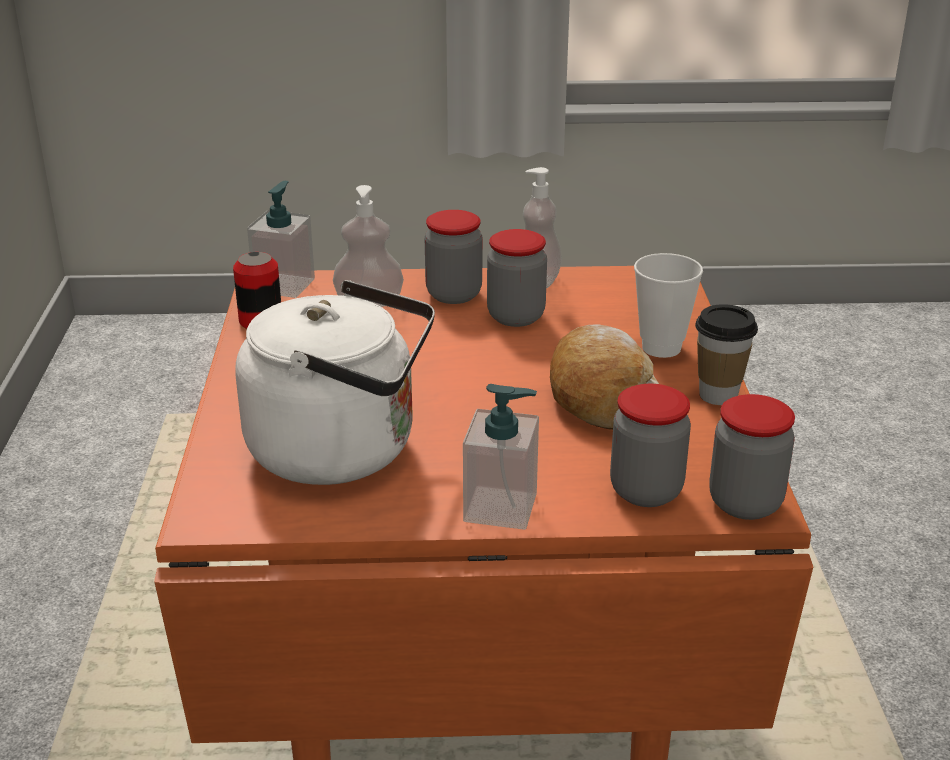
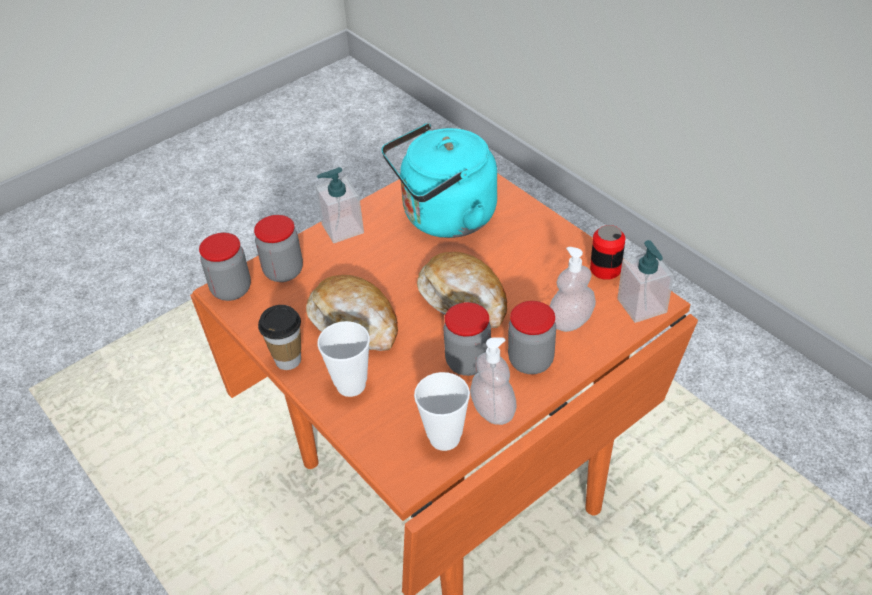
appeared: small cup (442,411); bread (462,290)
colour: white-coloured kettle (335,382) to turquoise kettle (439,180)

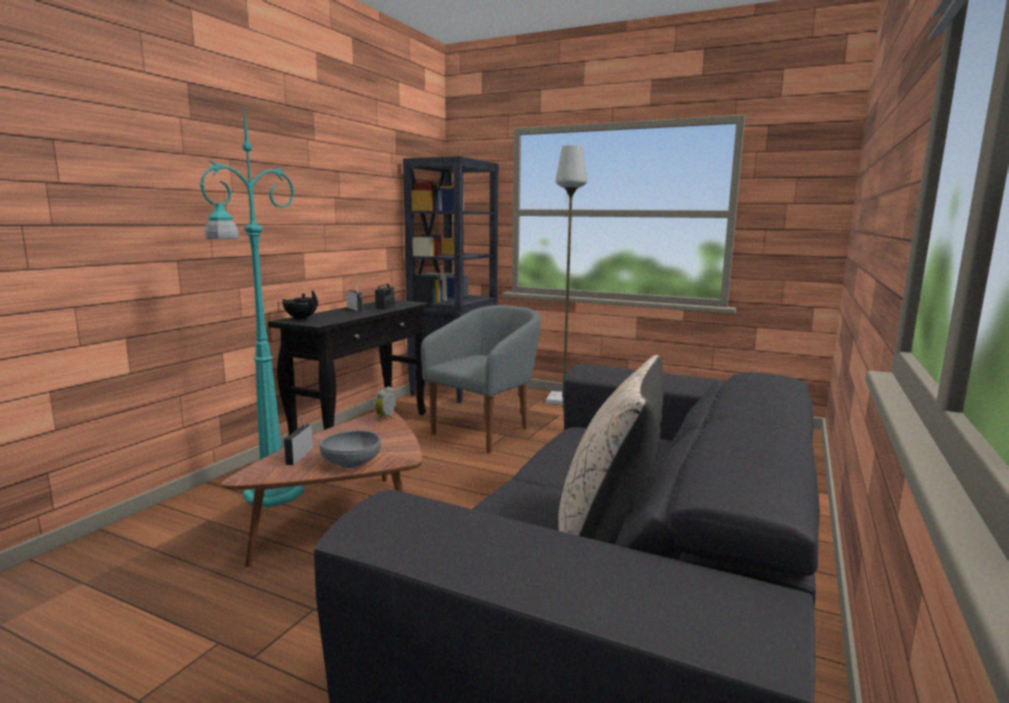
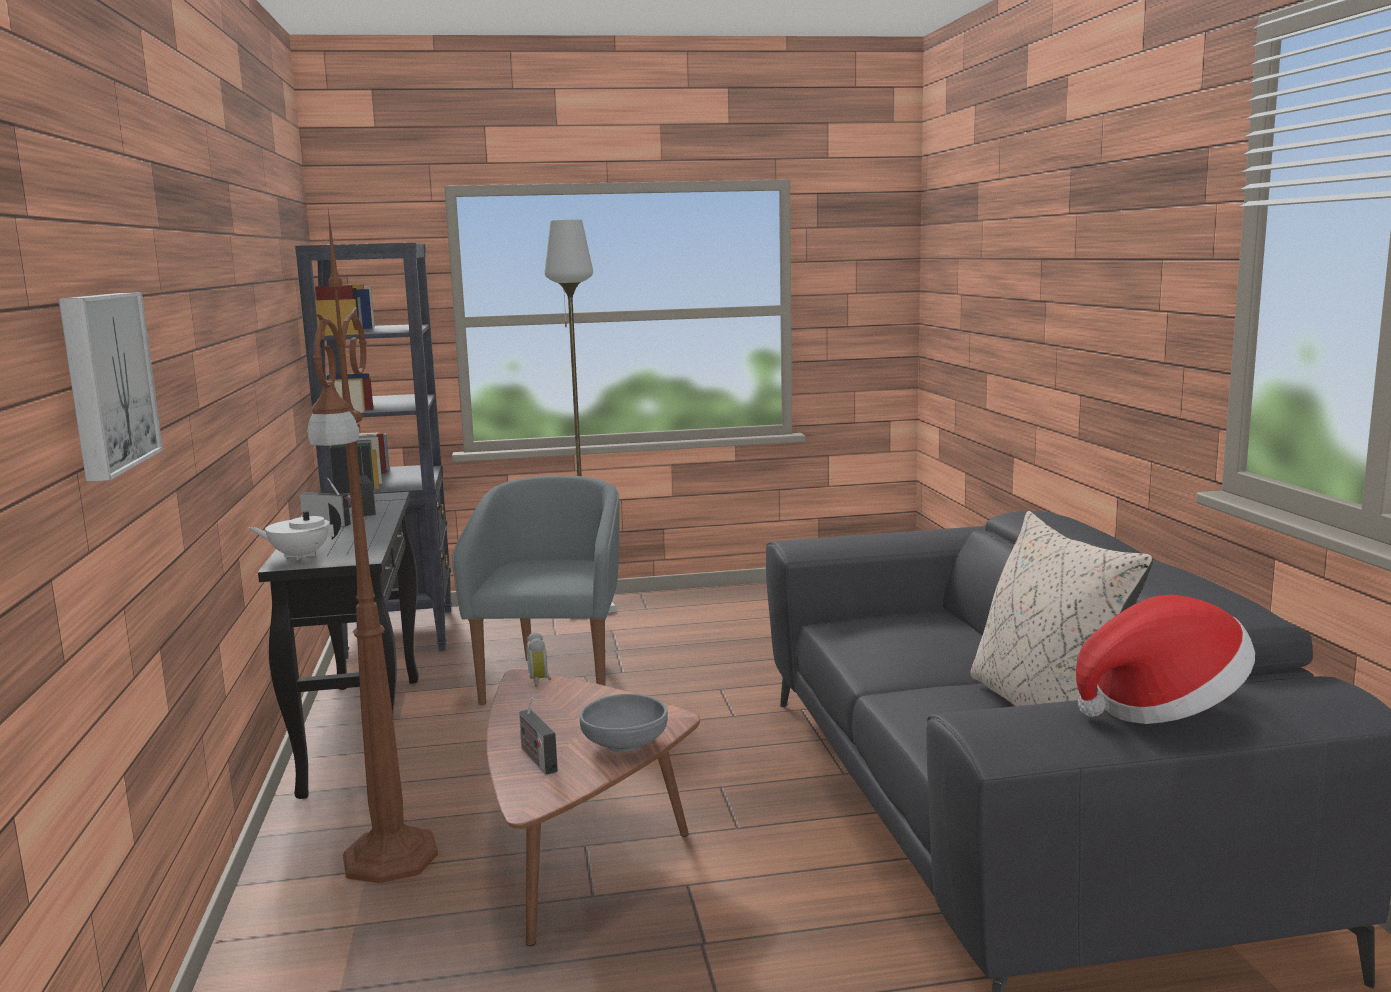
appeared: wall picture (111,387); wearable hat (1165,659)
colour: turquoise standing lamp (252,304) to brown standing lamp (372,546); black-coloured tea pot (300,305) to white-coloured tea pot (295,531)

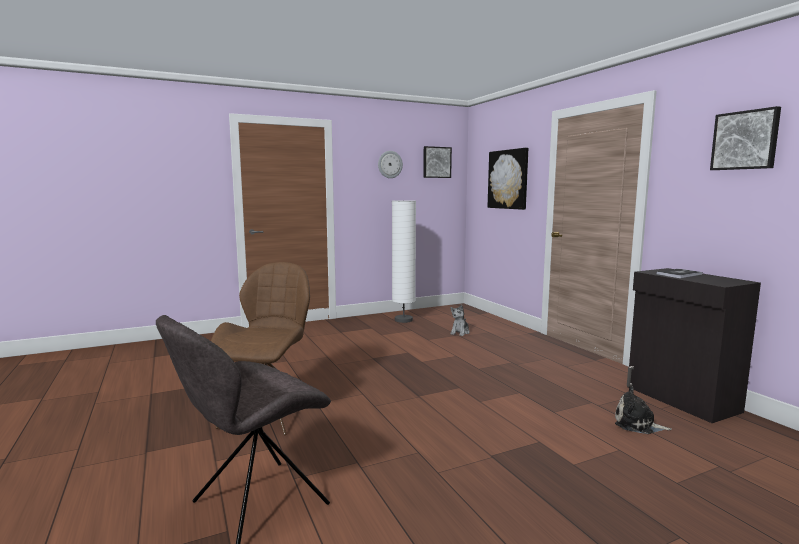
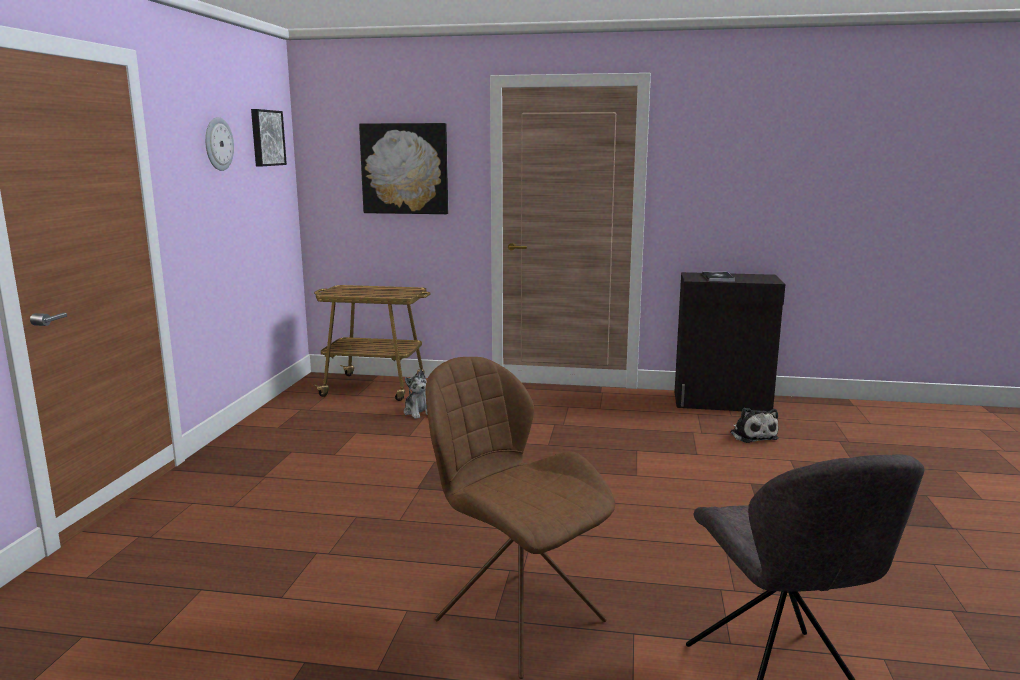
missing: white-coloured standing lamp (404,261); wall picture (745,138)
appeared: cart (372,343)
spun: plush toy (643,410) = (754,425) 75 degrees counterclockwise

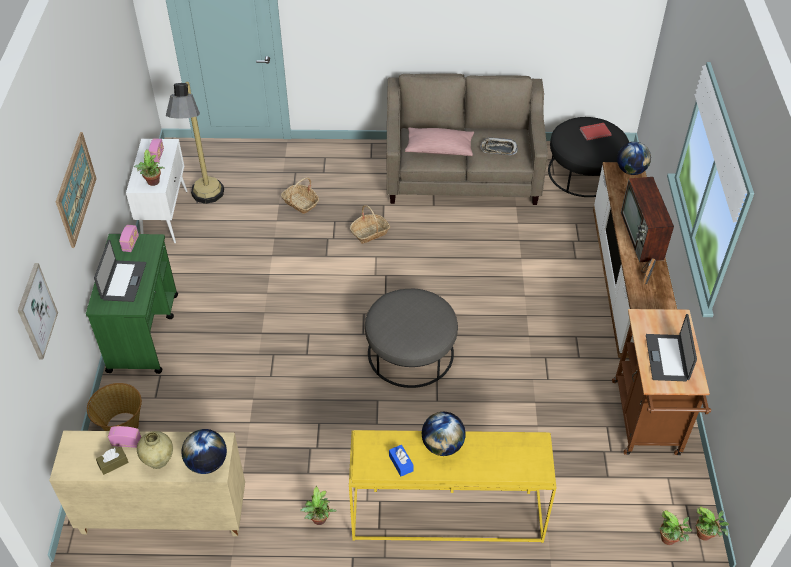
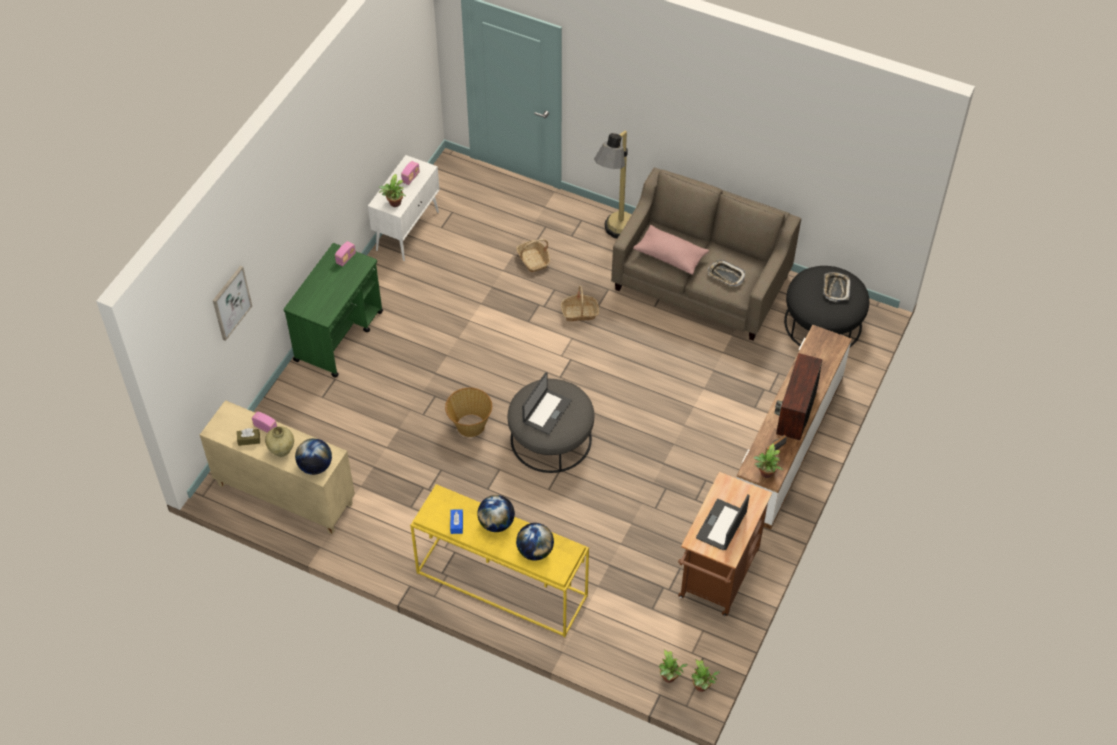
missing: wall picture (76,190)
relocated: storage basket (114,407) to (468,412); laptop (120,270) to (547,403); standing lamp (195,142) to (612,184); potted plant (318,505) to (768,460); globe (634,158) to (535,542)
exchanged: reddish book (595,132) to tray (837,287)

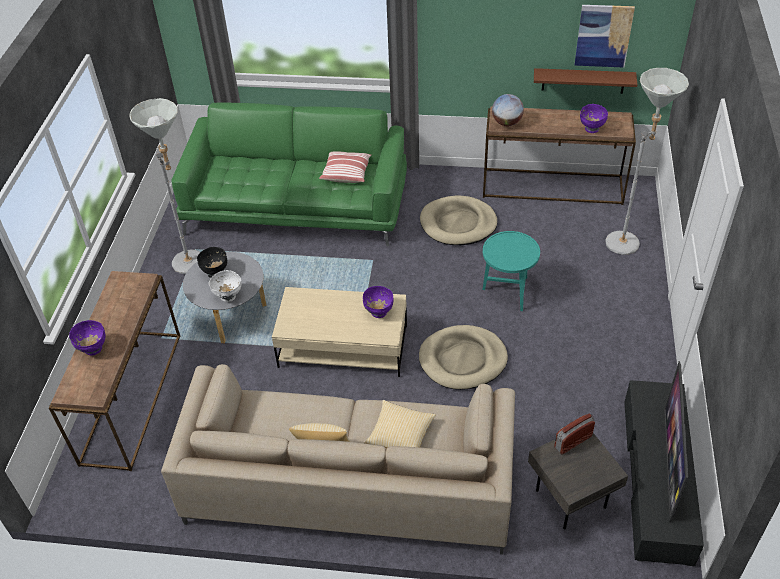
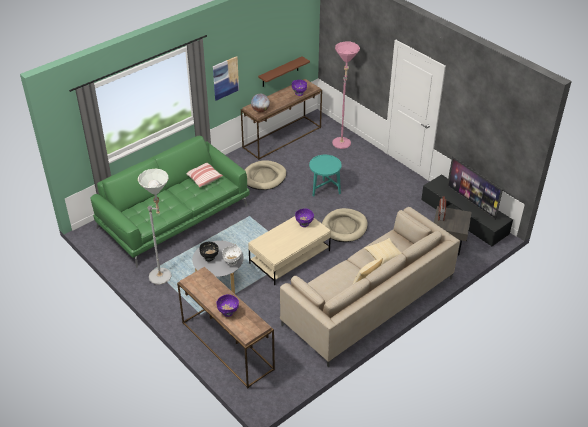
relocated: wall picture (605,36) to (226,78)
colour: grey standing lamp (647,161) to pink standing lamp (346,95)

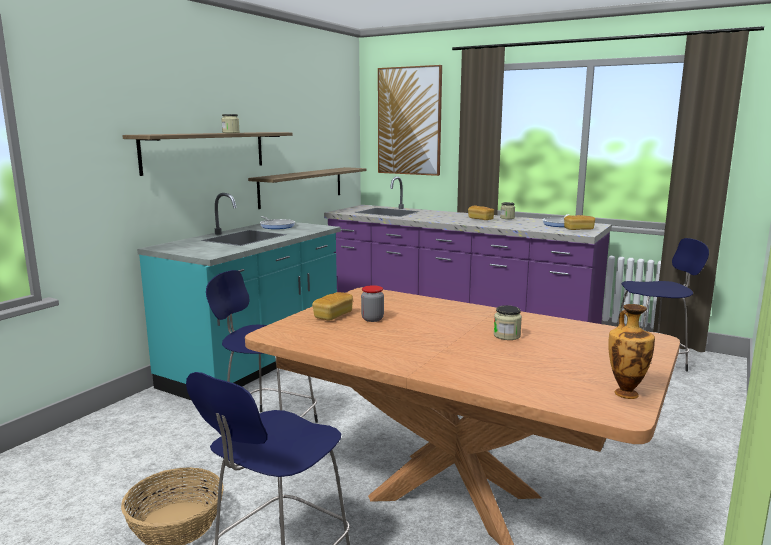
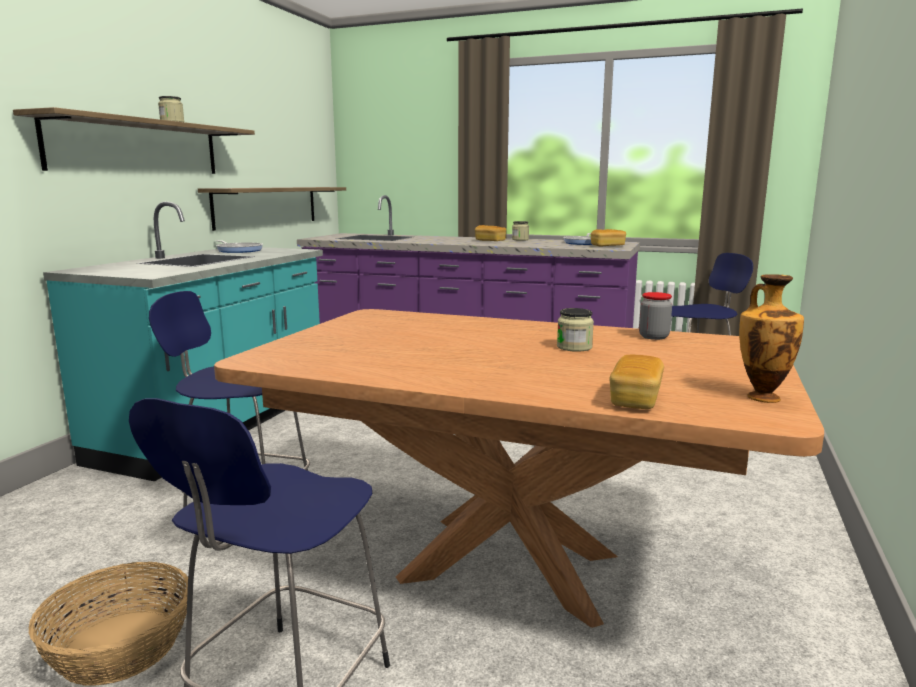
missing: wall picture (410,120)
relocated: bread (332,306) to (636,382); storage jar (372,303) to (655,316)

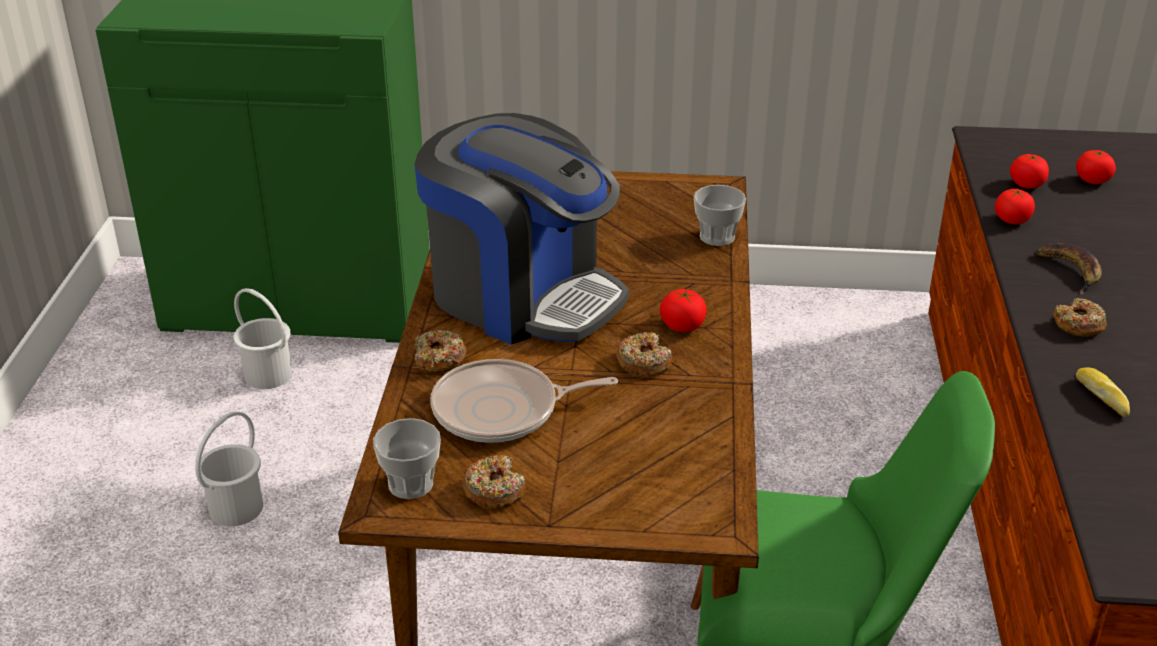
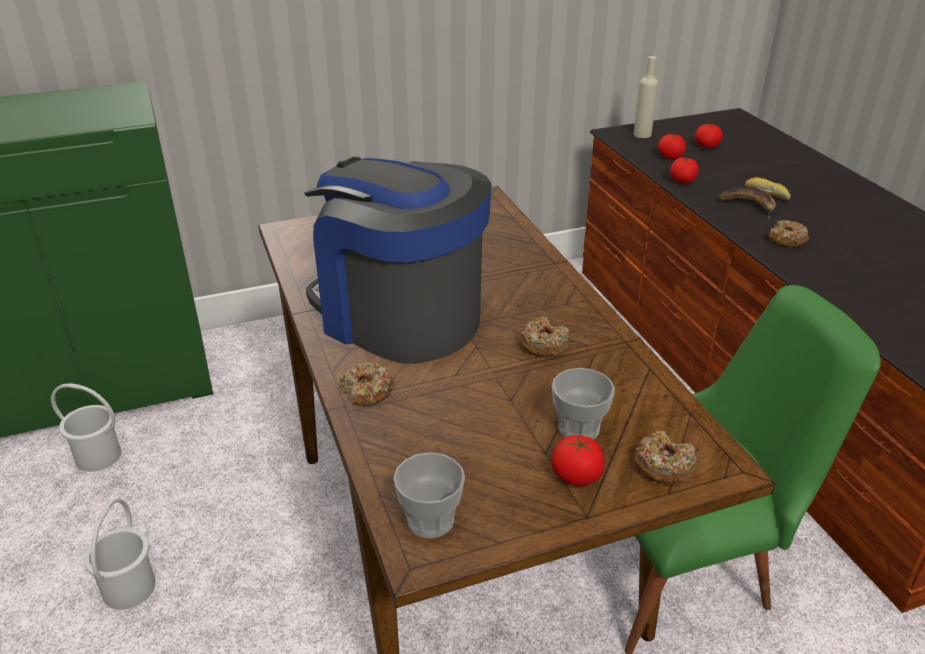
missing: pan (524,401)
appeared: sand-coloured beverage bottle (646,97)
relocated: doughnut (494,482) to (665,458); whole tomato (683,310) to (578,460); small cup (720,215) to (583,403); bread (1103,392) to (768,189)
spun: coffee machine (521,229) = (398,260) 150 degrees counterclockwise

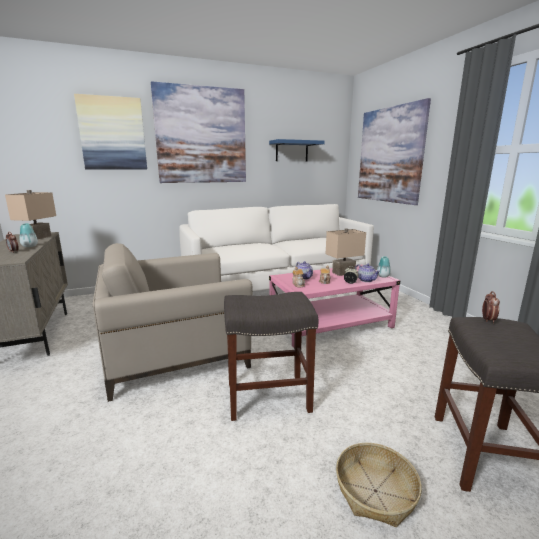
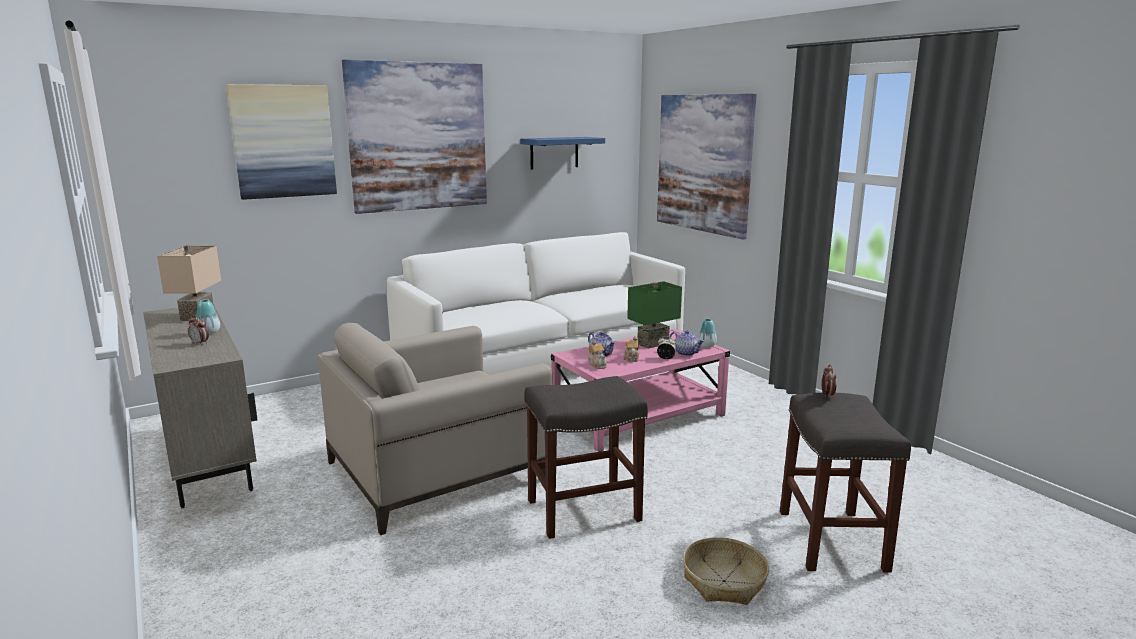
colour: sand-coloured table lamp (346,252) to greenish table lamp (654,315)

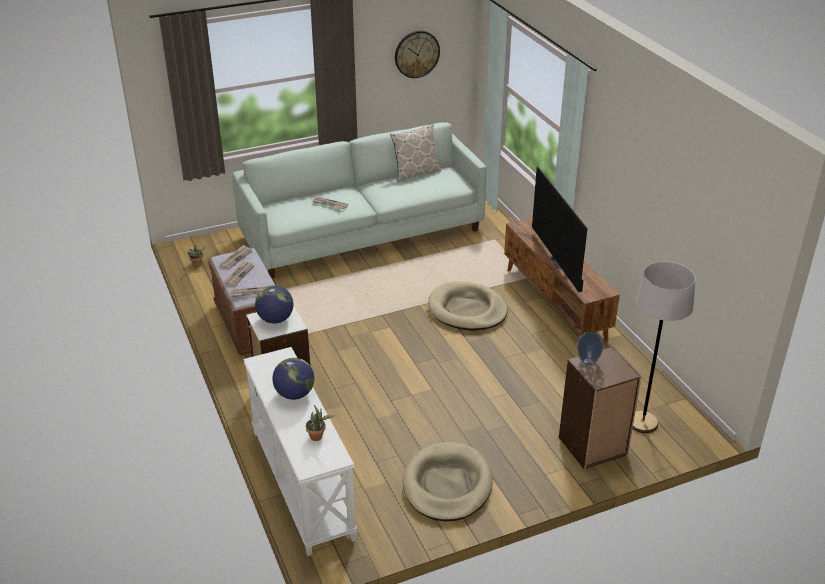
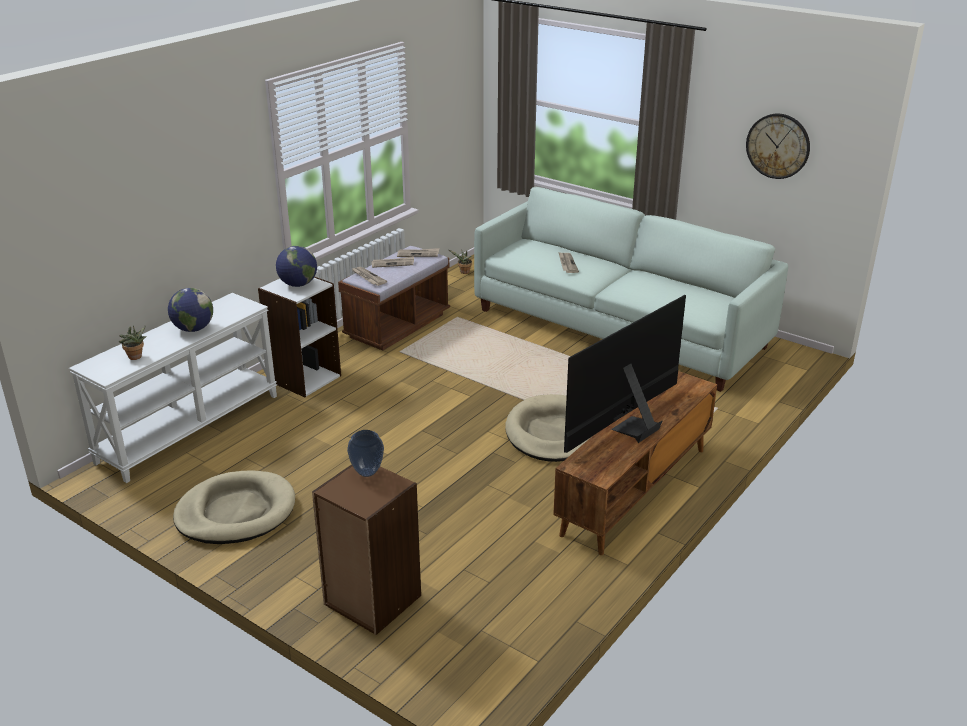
missing: pillow (415,153); grey standing lamp (664,347)

